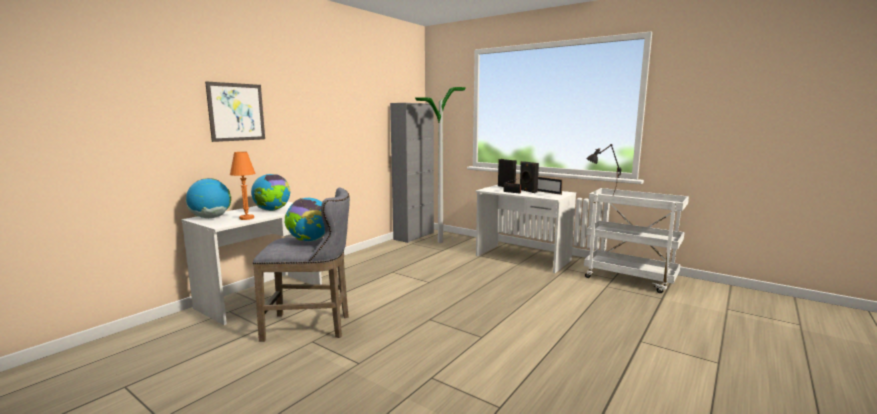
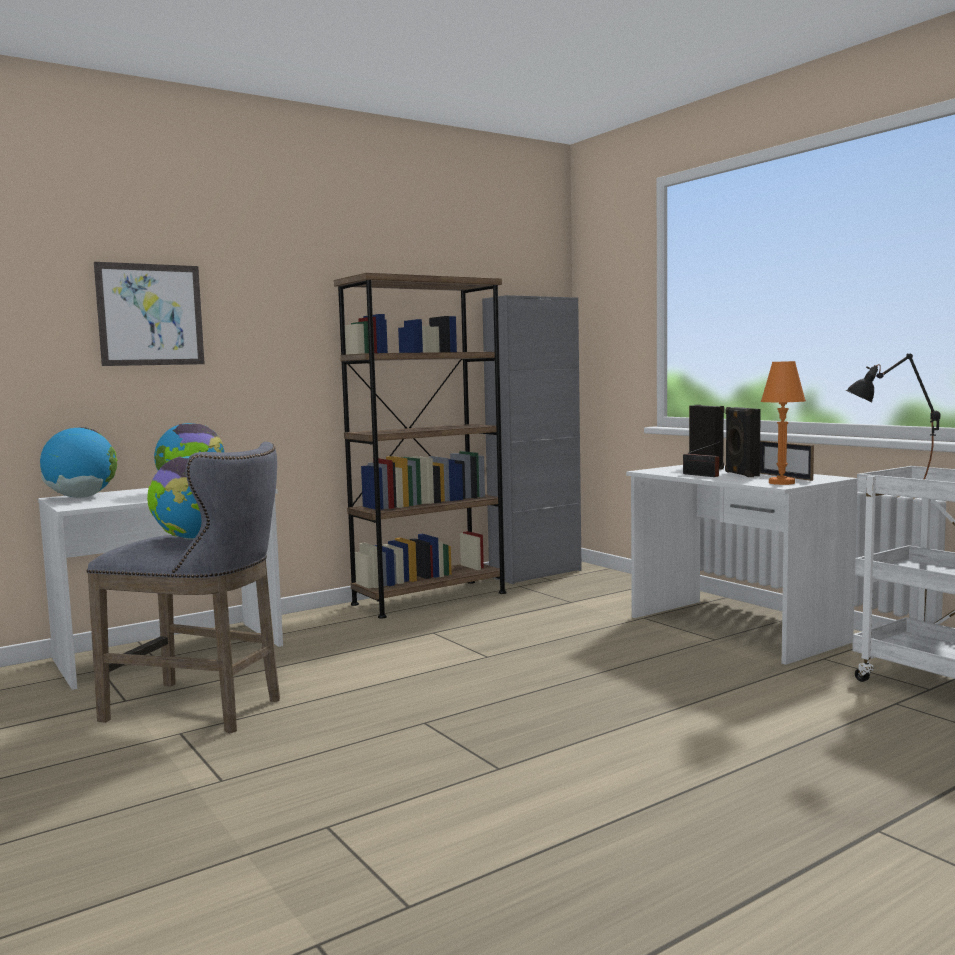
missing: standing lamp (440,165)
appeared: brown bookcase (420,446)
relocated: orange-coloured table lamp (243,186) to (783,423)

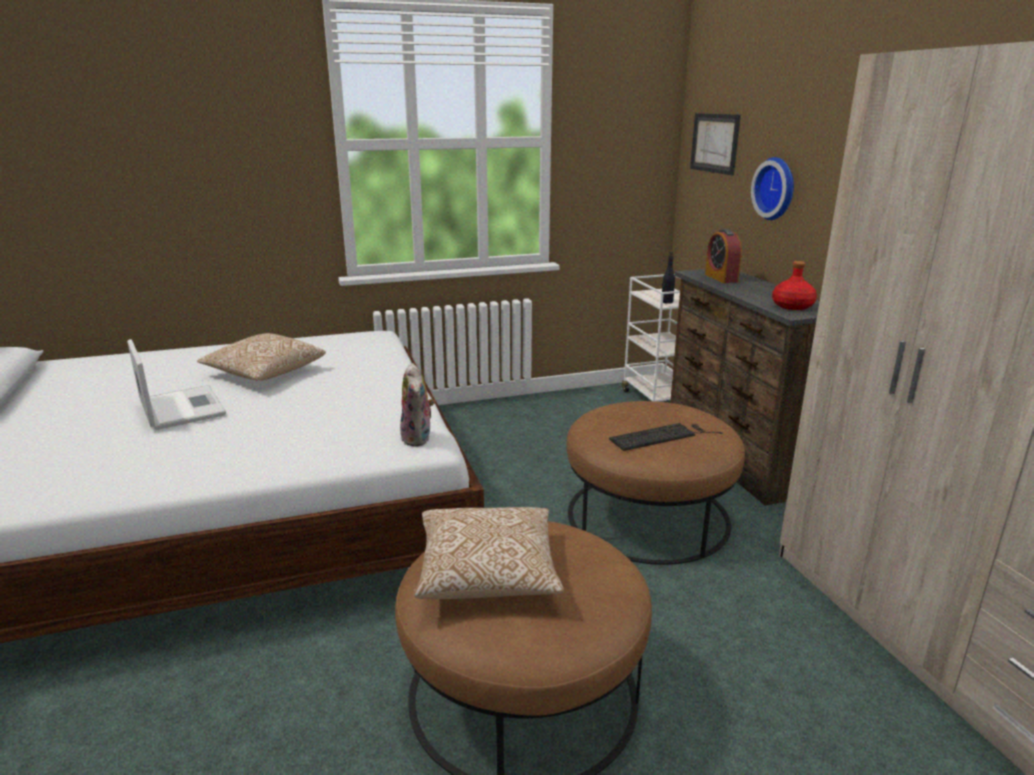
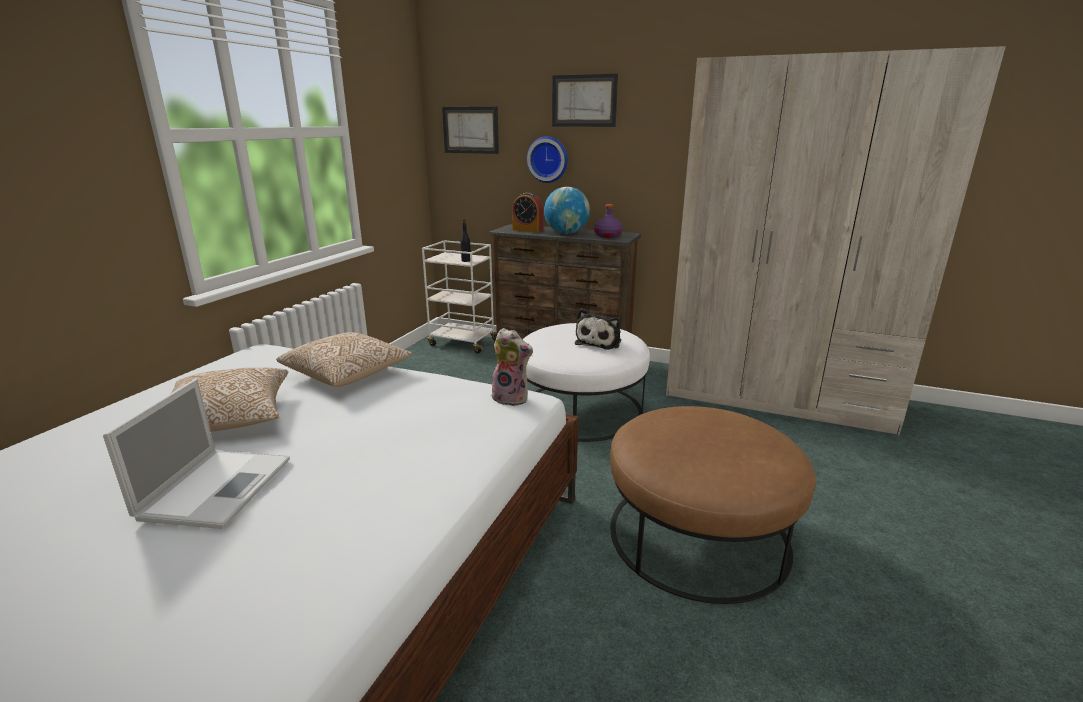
appeared: globe (567,210); wall picture (585,100)
relocated: pillow (488,553) to (344,359)
exchanged: computer keyboard (666,437) to plush toy (598,329)
colour: brown footrest (655,483) to white-coloured footrest (586,382); reddish beverage bottle (794,285) to purplish beverage bottle (608,221)
spun: laptop (176,384) = (196,454) 90 degrees clockwise

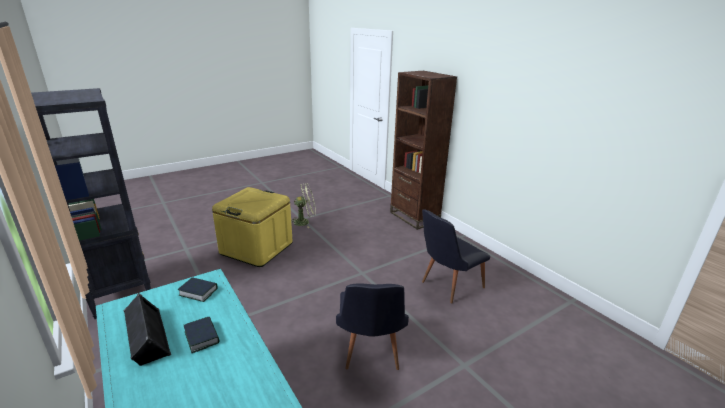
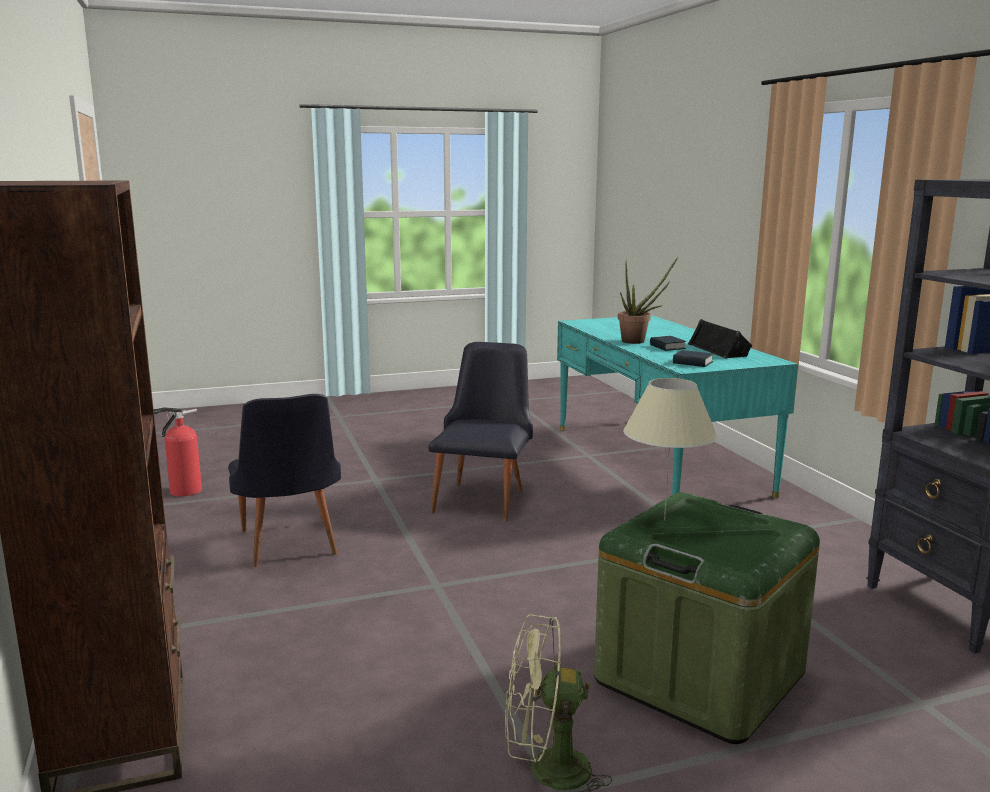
appeared: fire extinguisher (178,451); potted plant (648,300); sand-coloured table lamp (670,449)
colour: yellowish storage box (252,227) to greenish storage box (707,618)
spun: black-coloured plain chair (456,256) = (284,480) 90 degrees clockwise

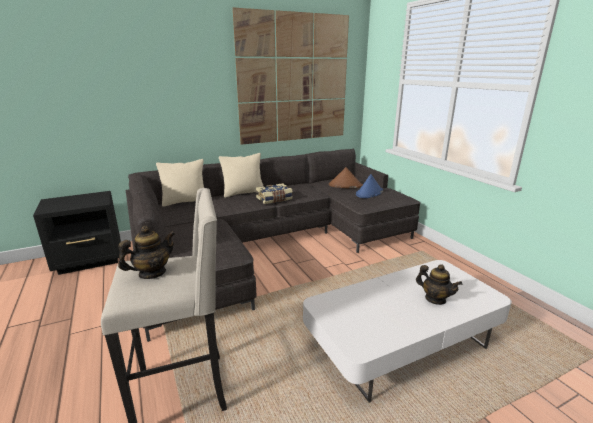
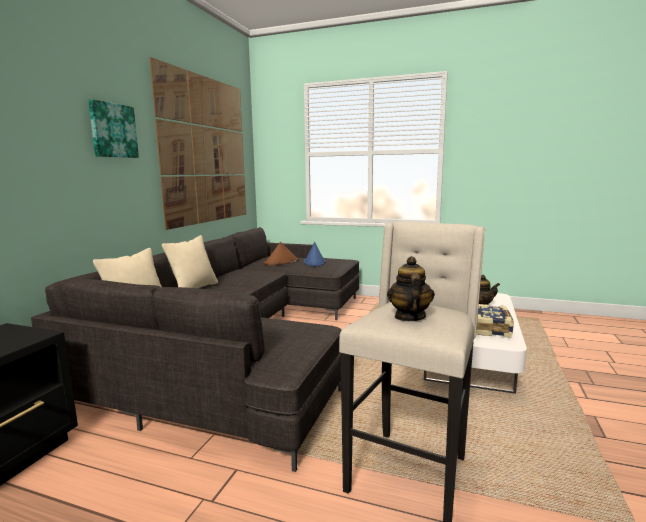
appeared: wall picture (113,128)
relocated: book (274,193) to (495,321)

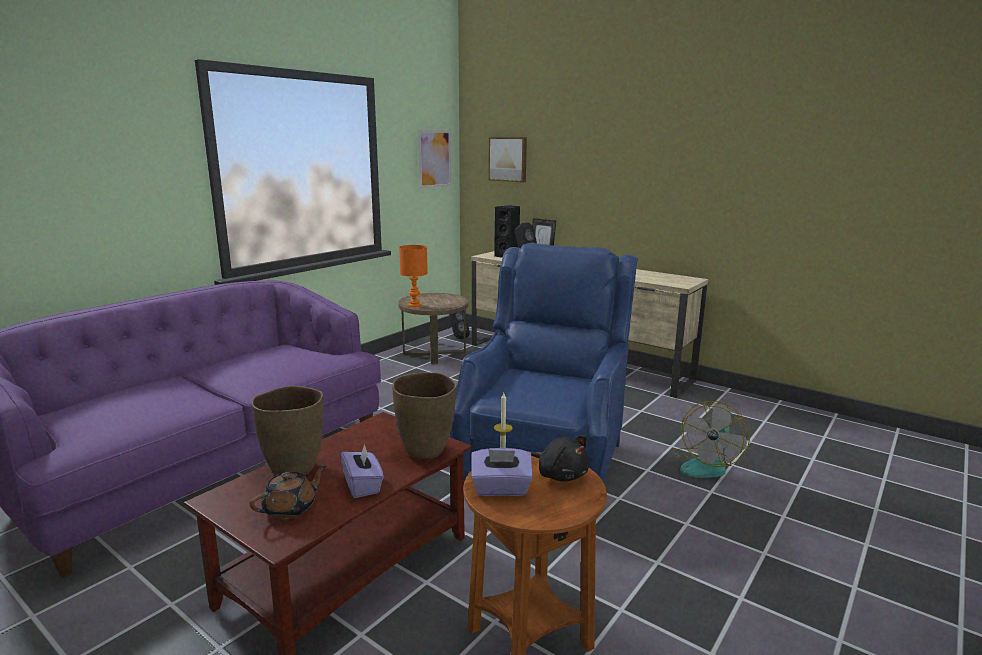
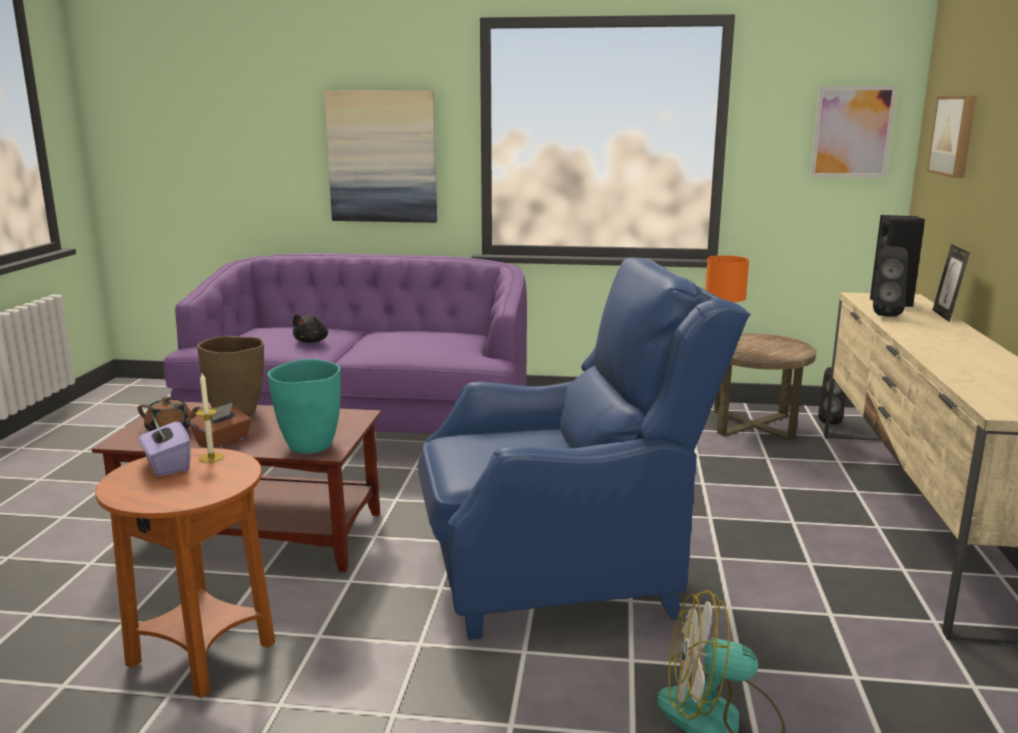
appeared: wall picture (380,157)
relocated: black-coloured plush toy (560,458) to (310,328)
colour: purplish tissue holder (362,471) to brown tissue holder (220,425); brown vase (424,415) to turquoise vase (304,406)

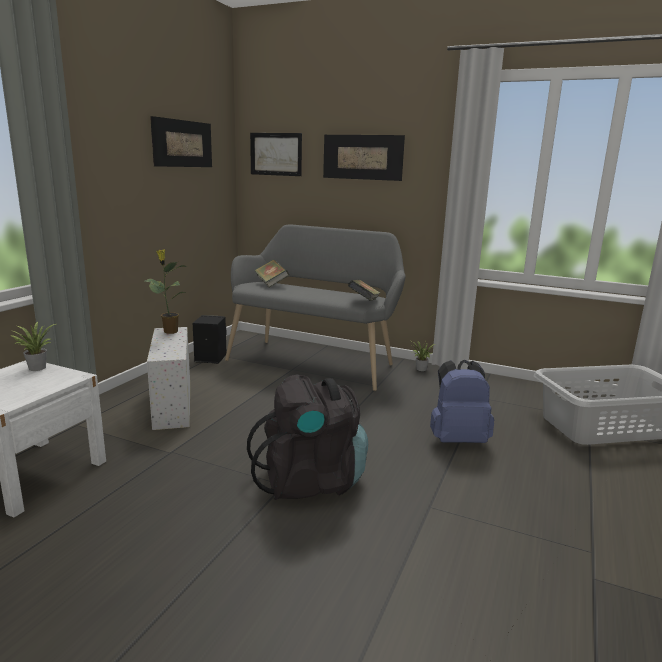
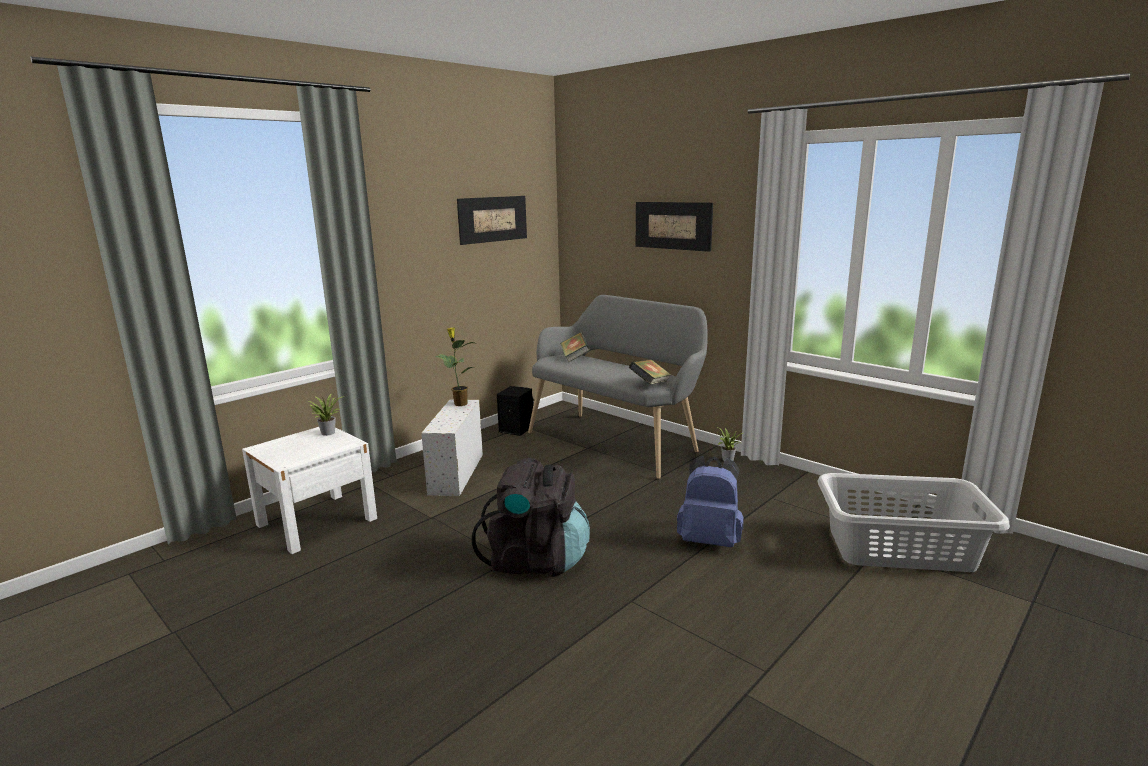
missing: wall picture (276,154)

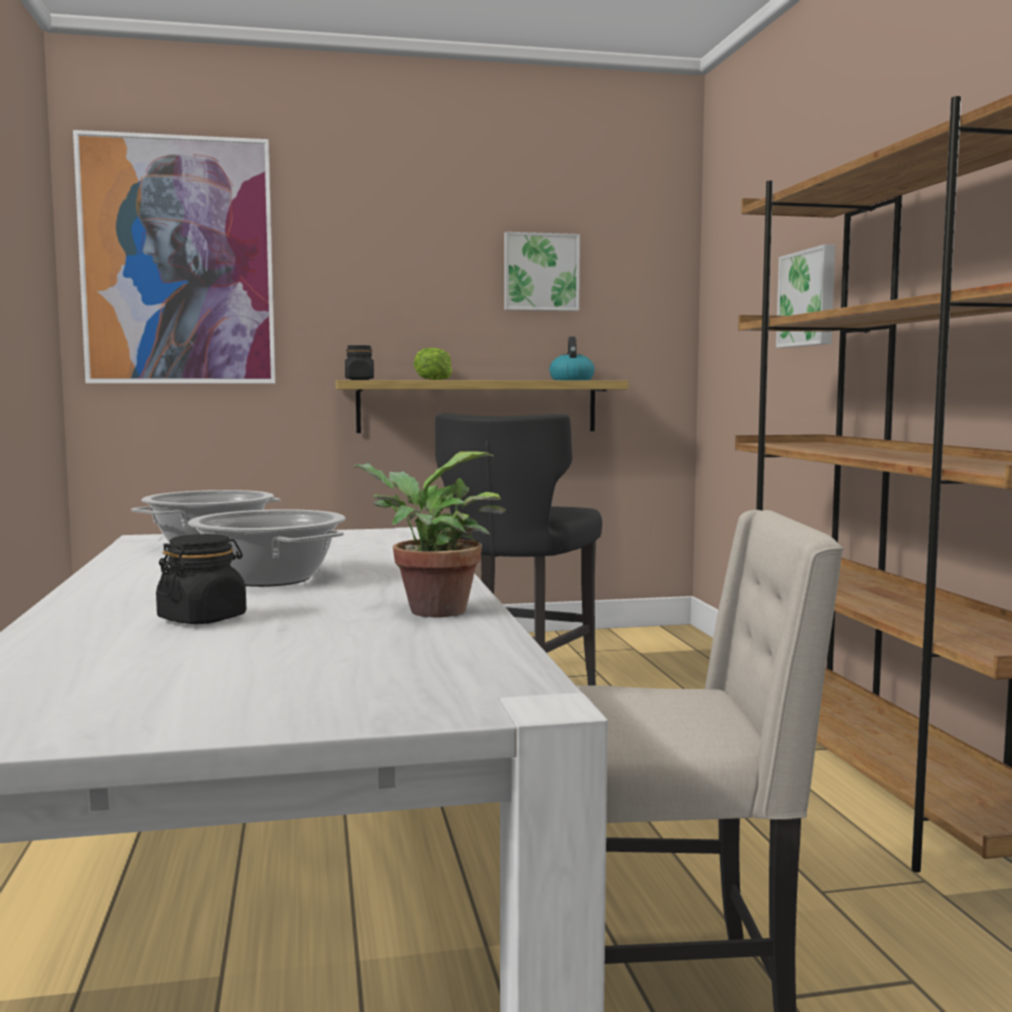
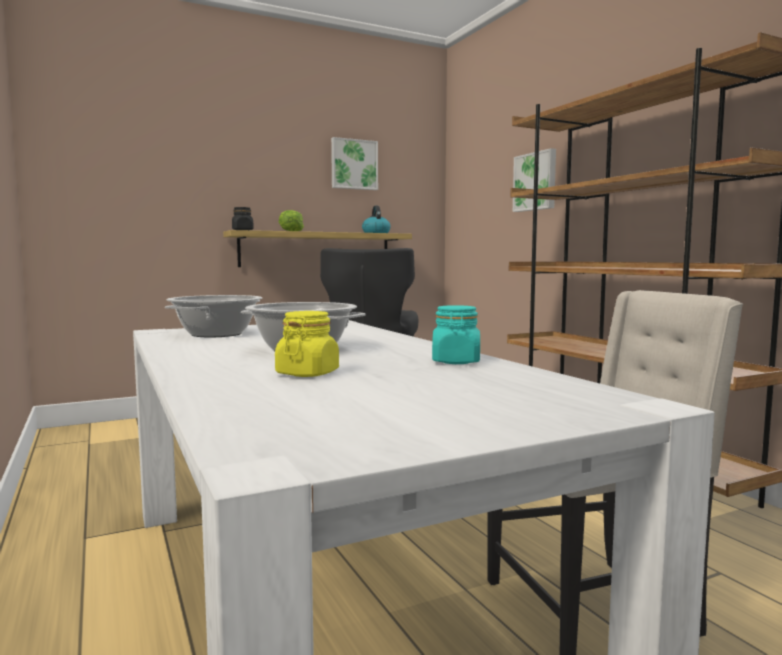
missing: wall picture (174,256)
exchanged: potted plant (429,534) to turquoise storage jar (456,334)
colour: black-coloured storage jar (201,579) to yellowish storage jar (307,344)

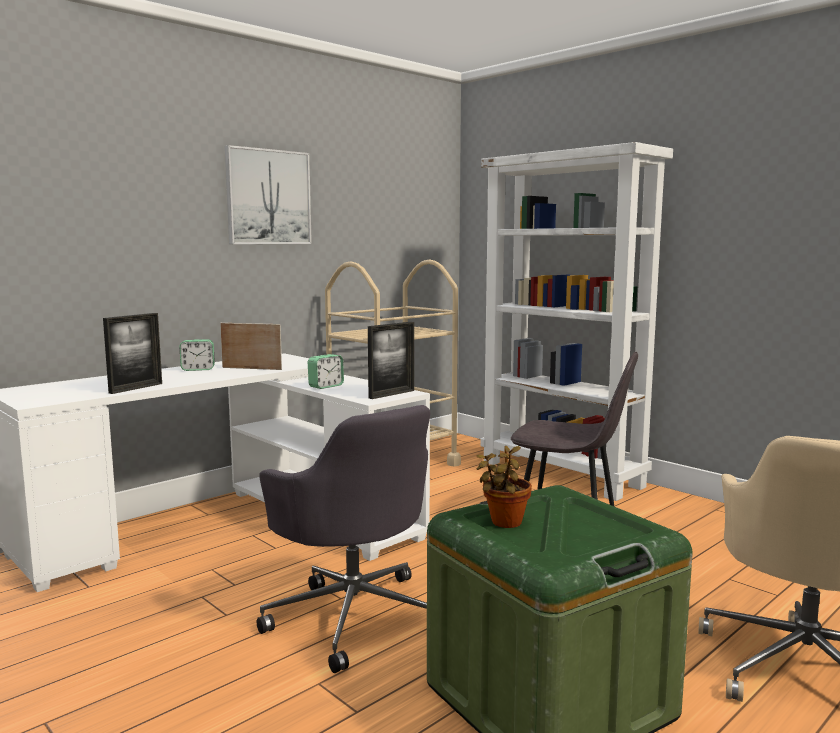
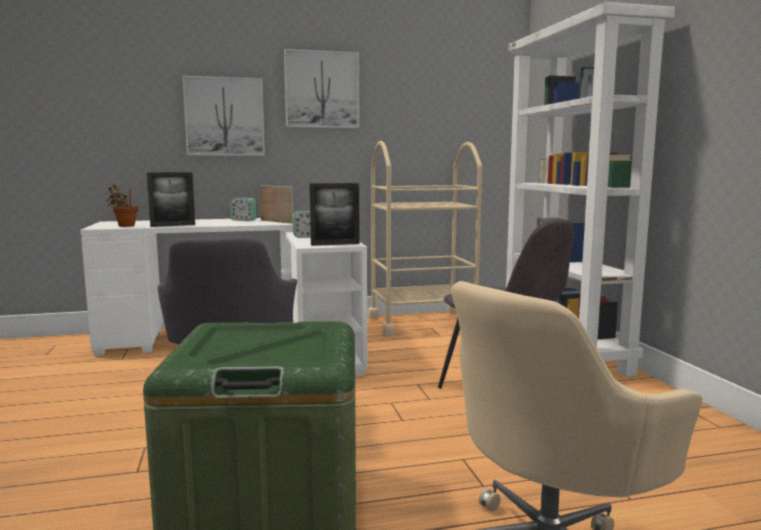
appeared: wall picture (223,115)
relocated: potted plant (504,487) to (121,205)

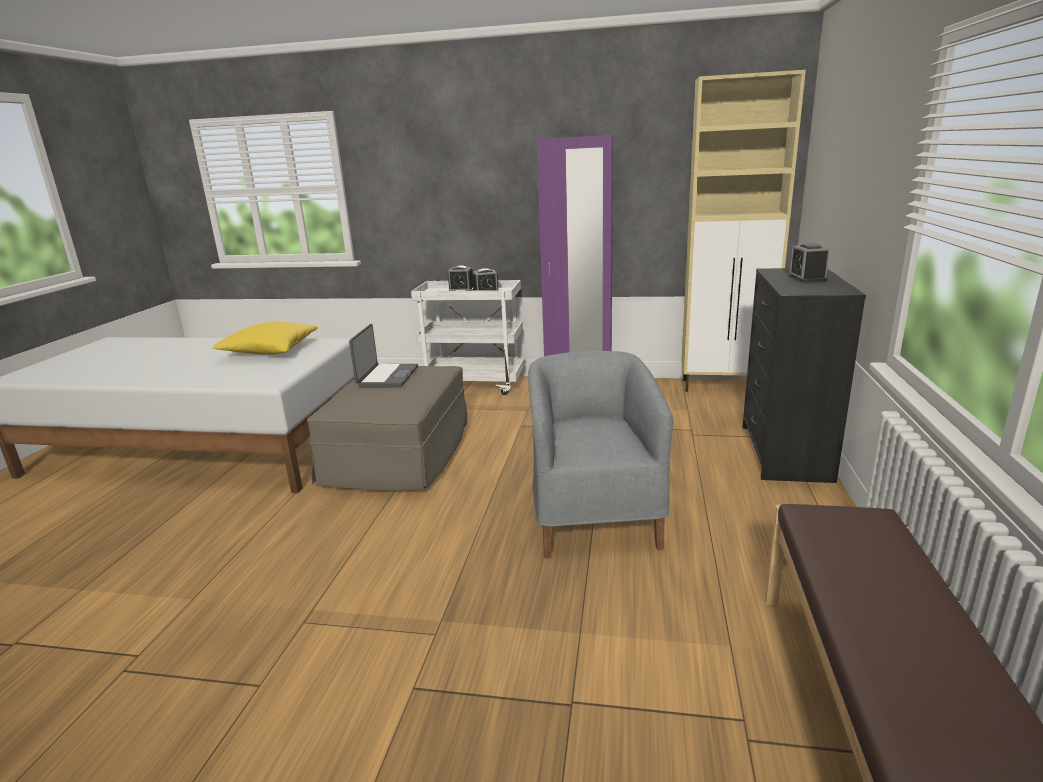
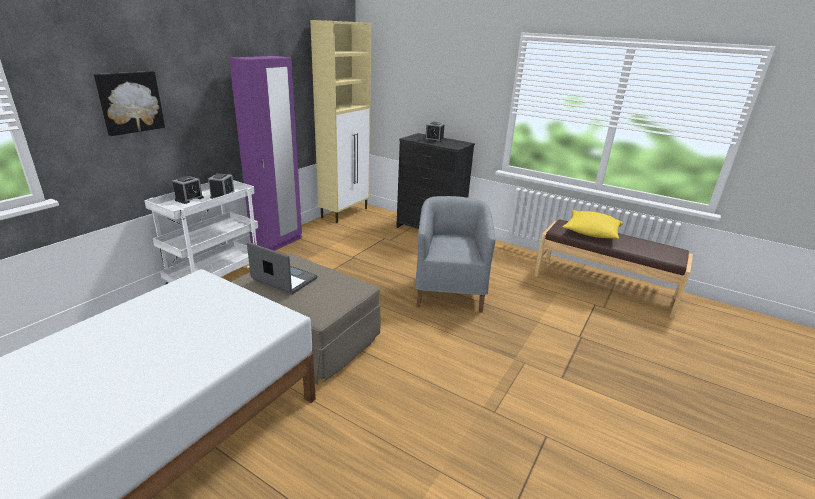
appeared: wall picture (129,103)
relocated: yellowish pillow (265,338) to (593,224)
spun: grey armchair (600,454) = (455,254) 75 degrees clockwise

